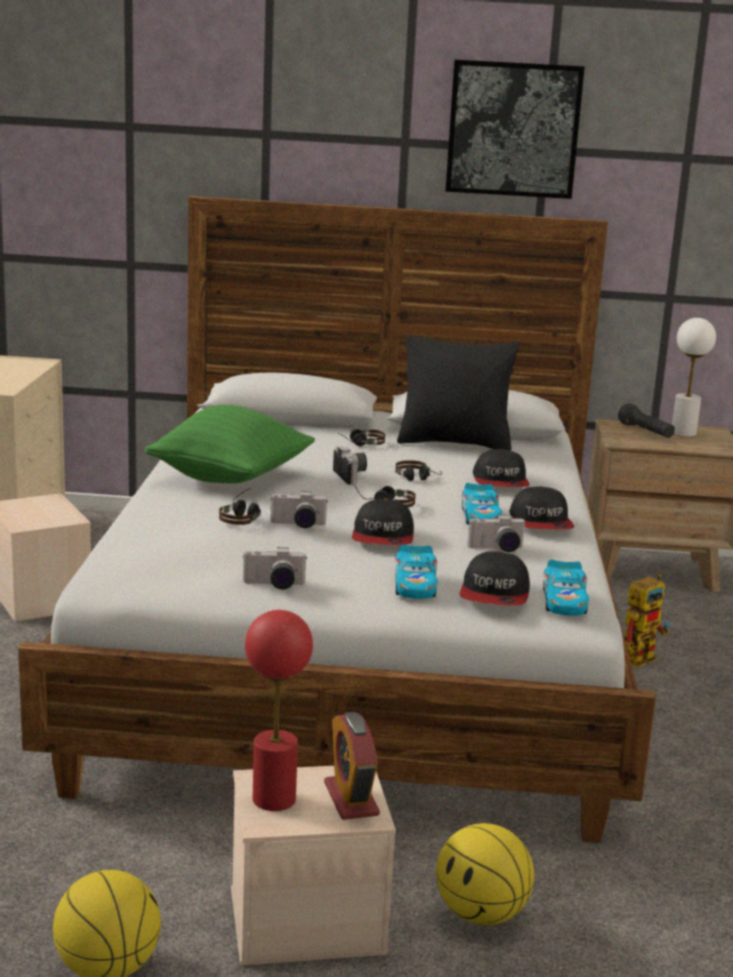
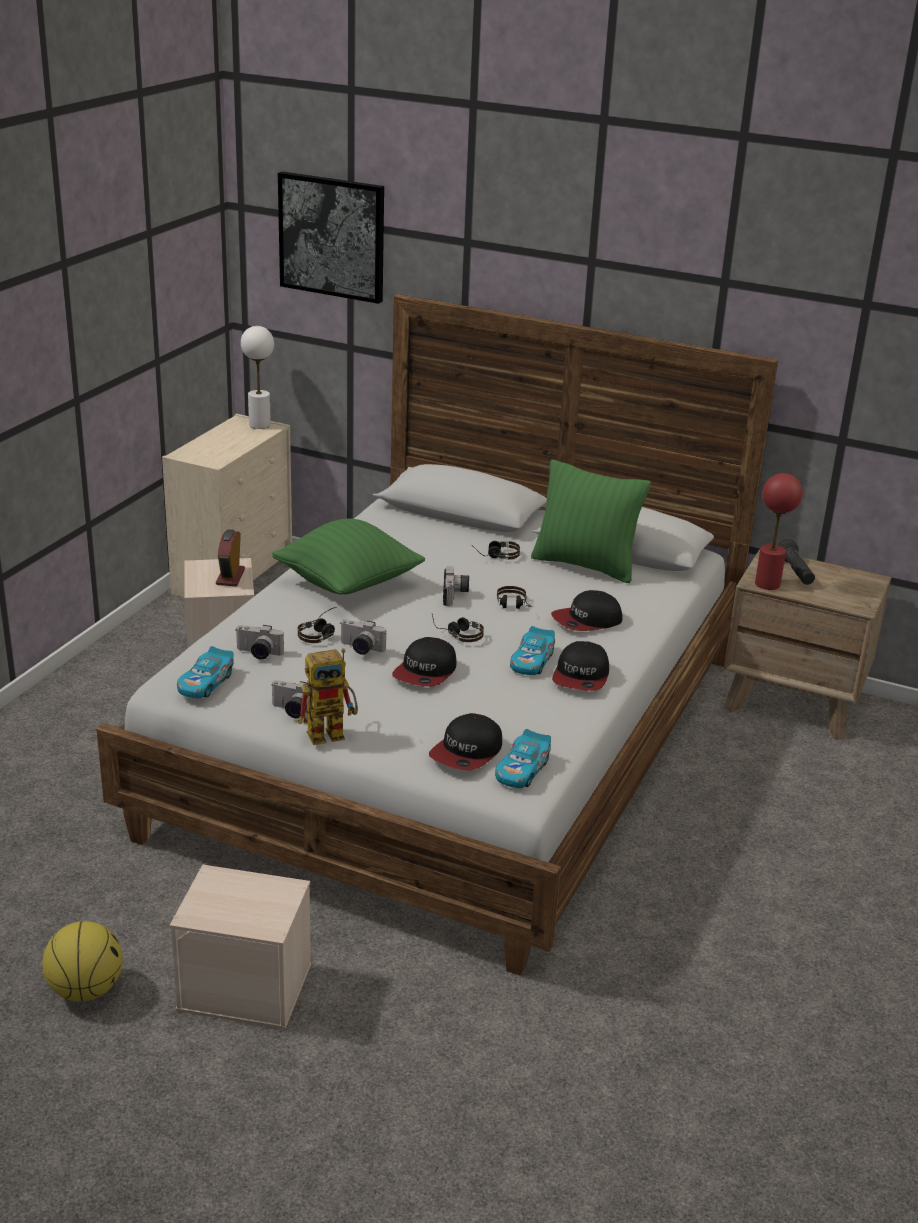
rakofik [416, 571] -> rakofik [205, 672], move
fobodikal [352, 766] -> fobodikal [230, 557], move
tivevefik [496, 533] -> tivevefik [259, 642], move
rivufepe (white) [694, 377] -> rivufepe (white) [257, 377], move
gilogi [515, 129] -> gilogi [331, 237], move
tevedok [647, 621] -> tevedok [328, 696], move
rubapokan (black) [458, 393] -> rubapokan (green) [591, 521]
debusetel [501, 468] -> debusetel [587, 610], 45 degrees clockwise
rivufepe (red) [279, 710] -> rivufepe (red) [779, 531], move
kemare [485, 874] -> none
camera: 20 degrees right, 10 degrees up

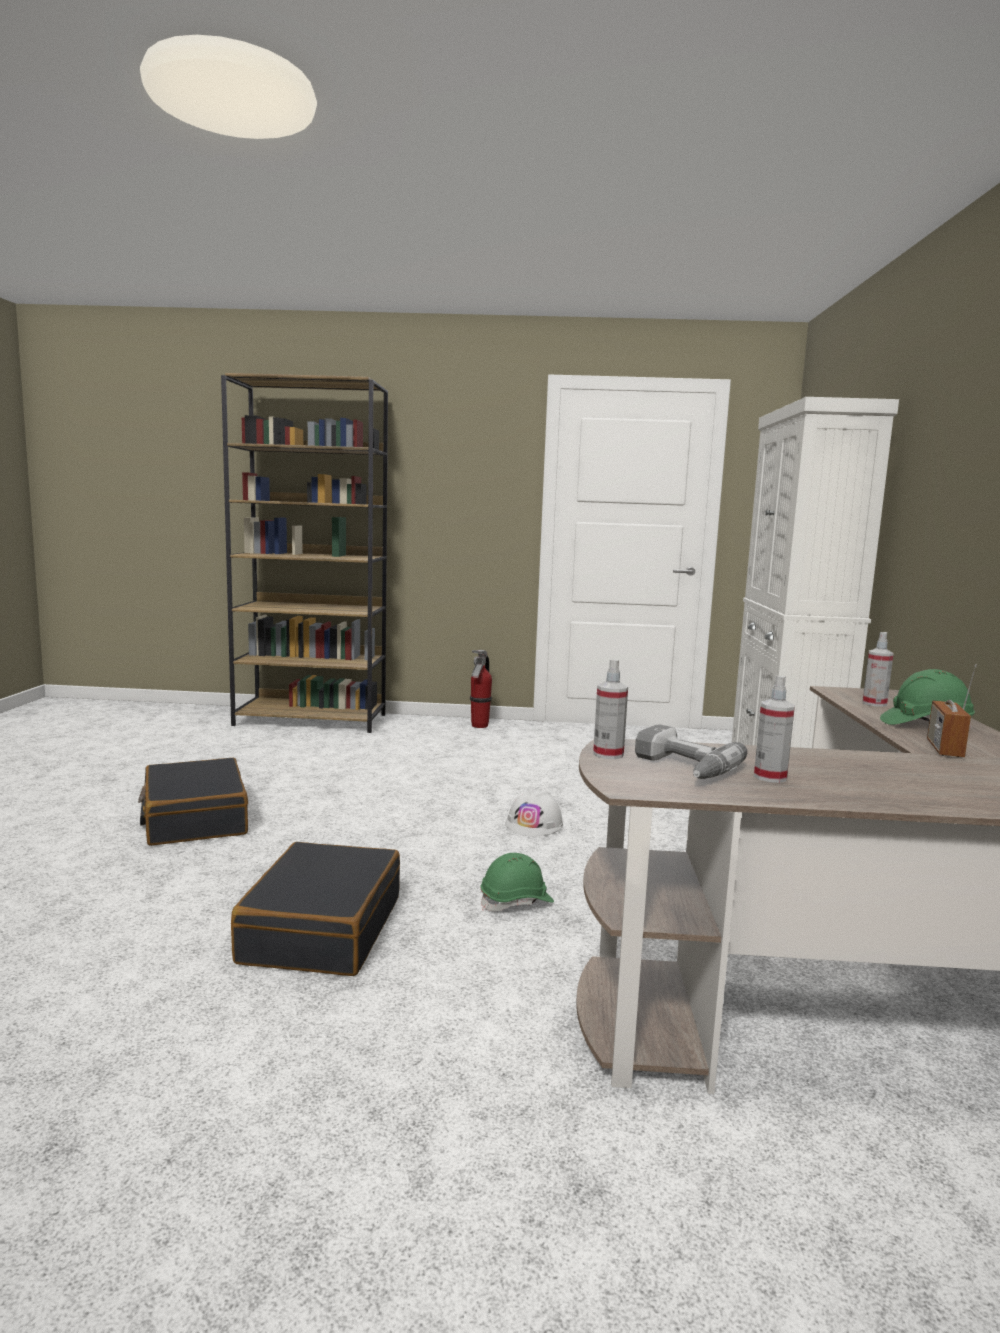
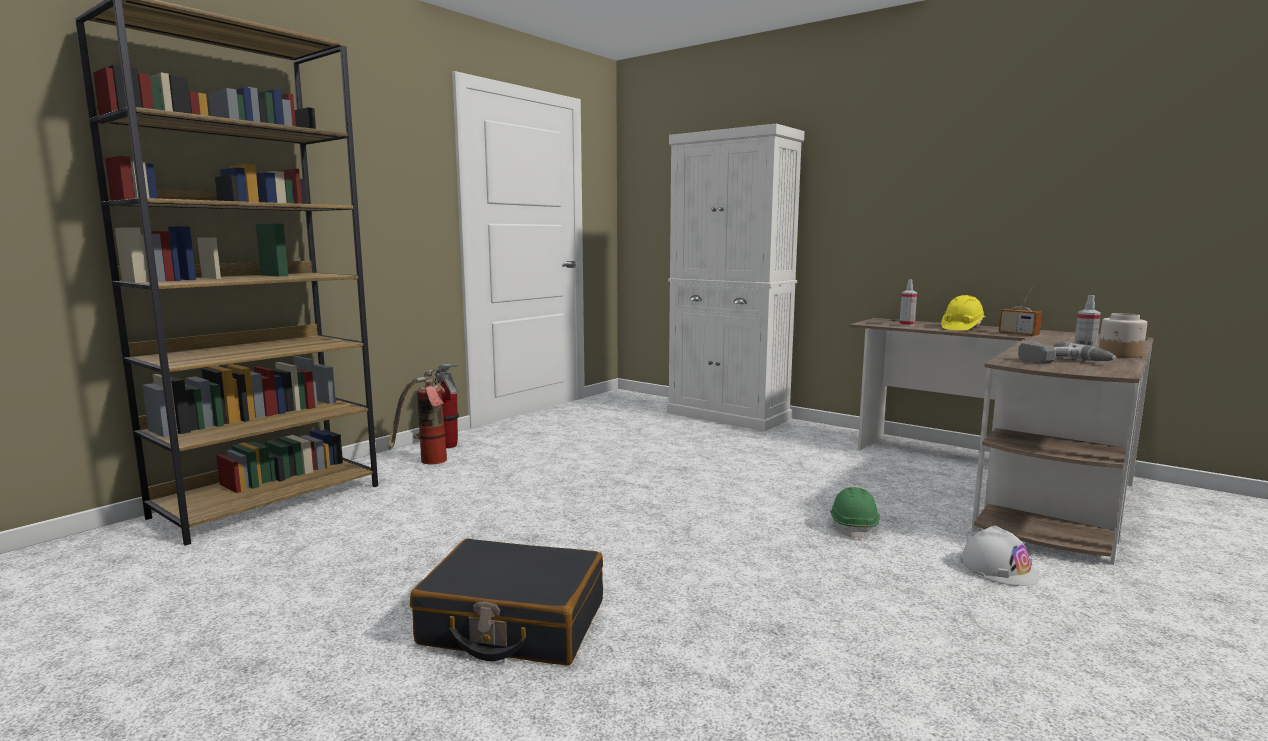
none -> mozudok [417, 416]
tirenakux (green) [927, 698] -> tirenakux (yellow) [963, 313]
tirenakux (white) [534, 812] -> tirenakux (white) [999, 556], move
none -> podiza [1123, 335]
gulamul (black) [315, 909] -> none
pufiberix [610, 709] -> none
camera: 55 degrees left, 0 degrees up

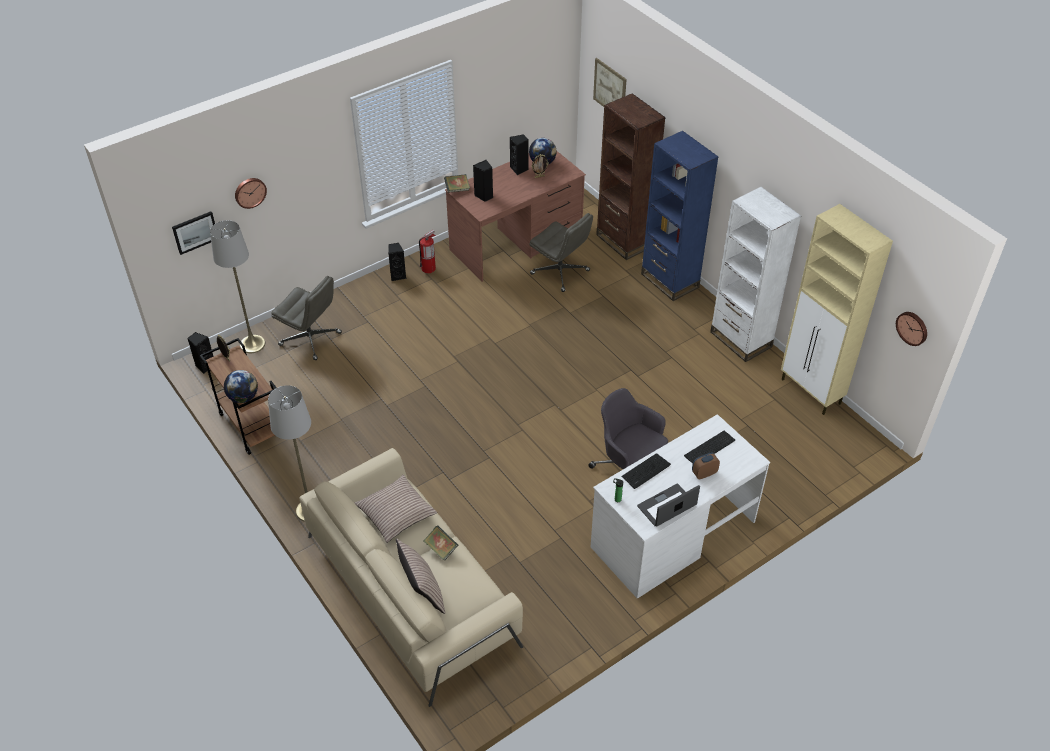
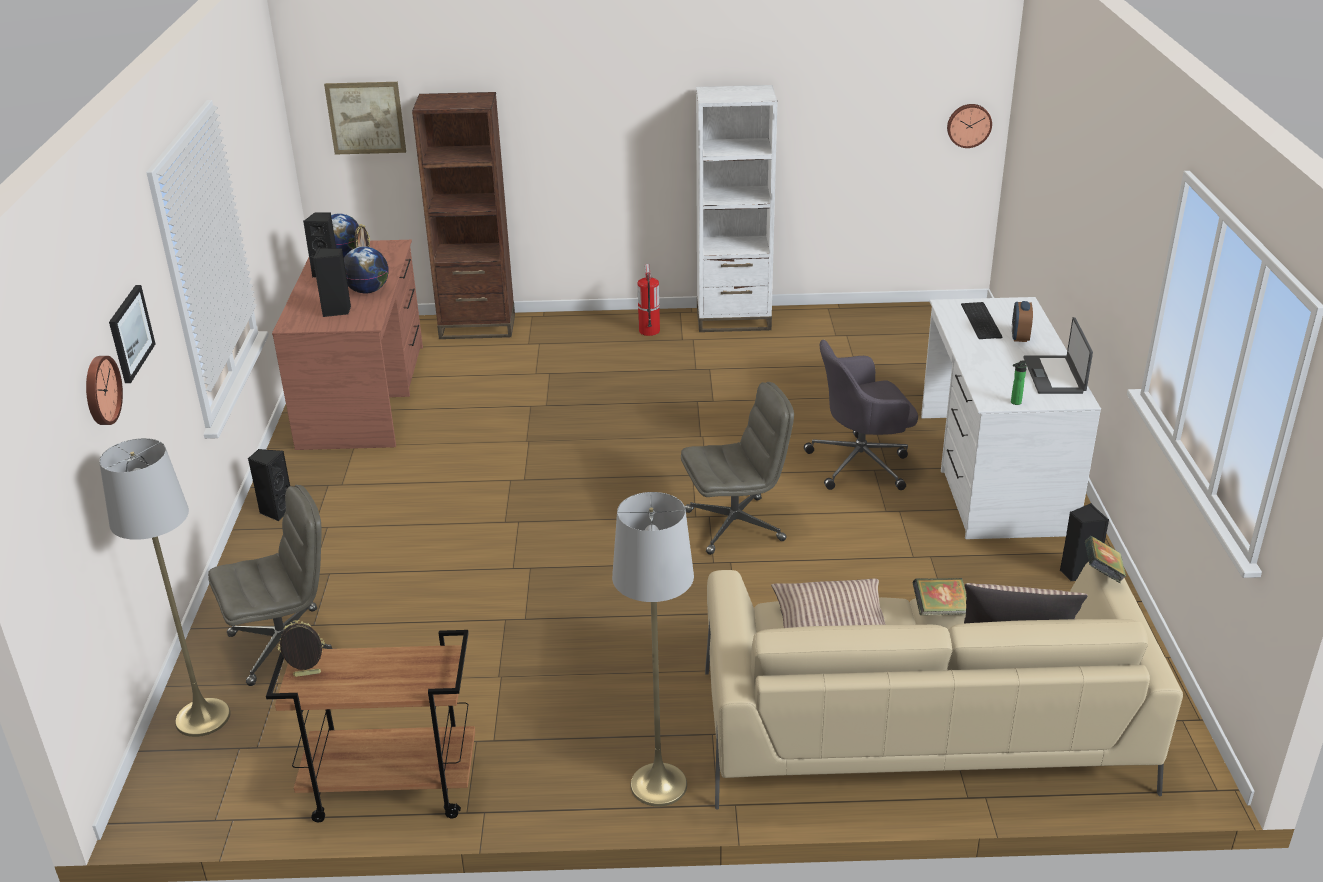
gilogi [193, 233] -> gilogi [132, 334], move
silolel [241, 386] -> silolel [366, 270], move
mozudok [427, 251] -> mozudok [648, 300], move
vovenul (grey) [561, 252] -> vovenul (grey) [737, 468], move
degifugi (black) [200, 353] -> degifugi (black) [1084, 542], move
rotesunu [457, 183] -> rotesunu [1105, 559], move
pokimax [646, 471] -> none
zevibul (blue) [680, 216] -> none
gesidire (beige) [837, 309] -> none
camera: 55 degrees left, 15 degrees down

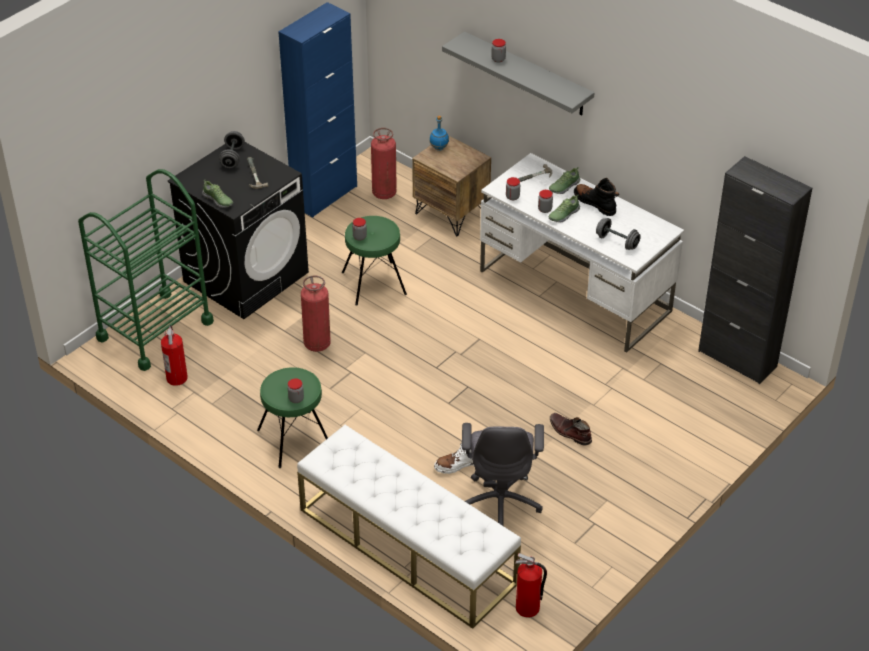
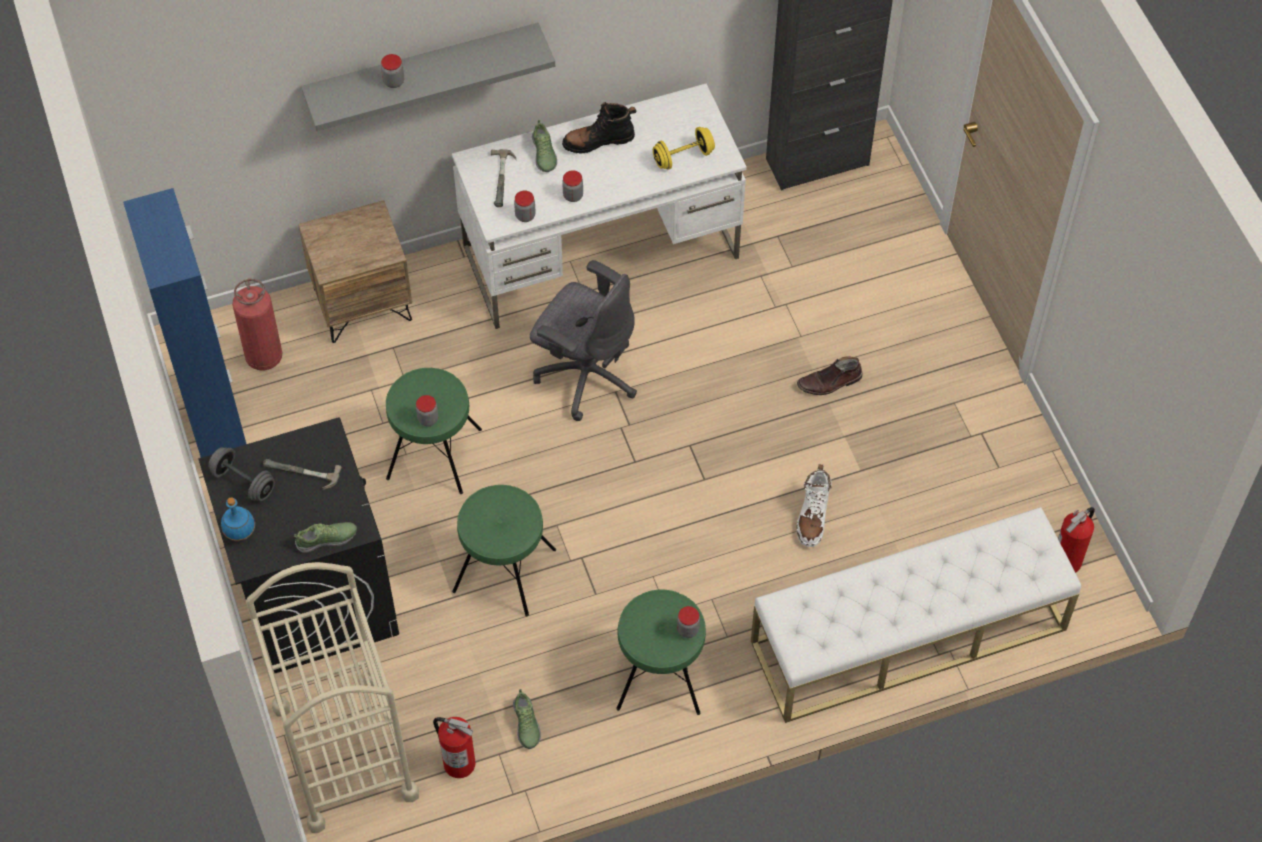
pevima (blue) [439, 133] -> pevima (blue) [238, 519], move
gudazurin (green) [146, 270] -> gudazurin (beige) [332, 697]
mozudok [316, 314] -> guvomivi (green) [504, 550]
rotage [564, 208] -> rotage [527, 719], move
vovenul (grey) [503, 474] -> vovenul (grey) [583, 340], move
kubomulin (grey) [618, 234] -> kubomulin (yellow) [684, 148]
camera: 60 degrees left, 15 degrees up

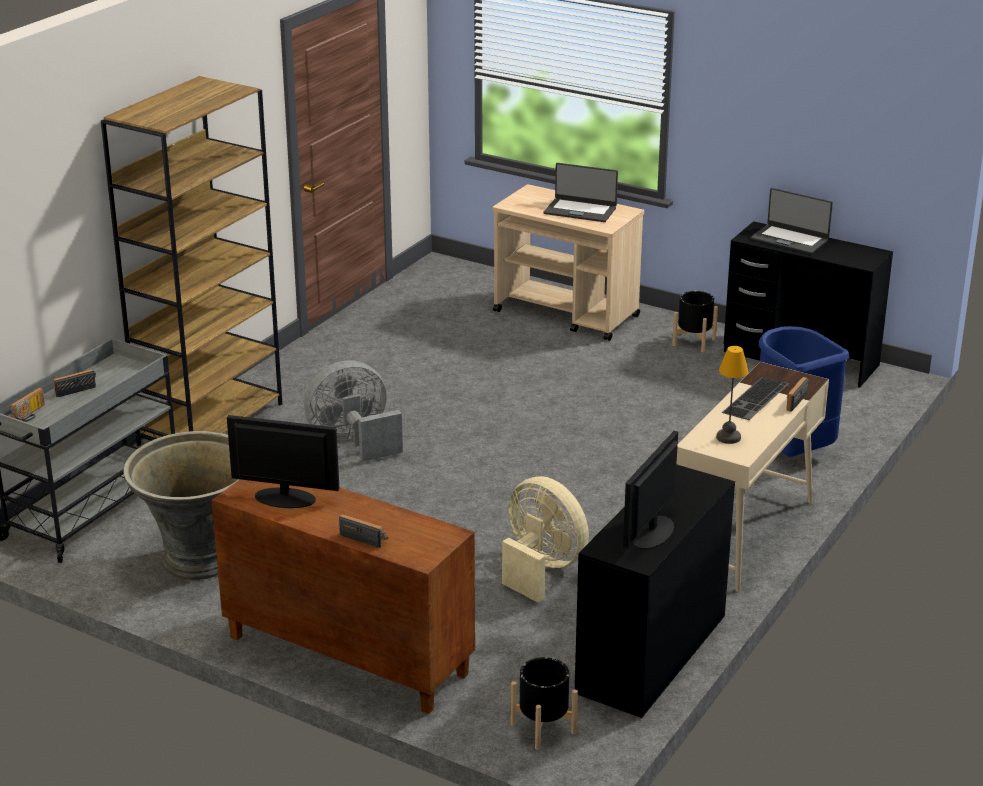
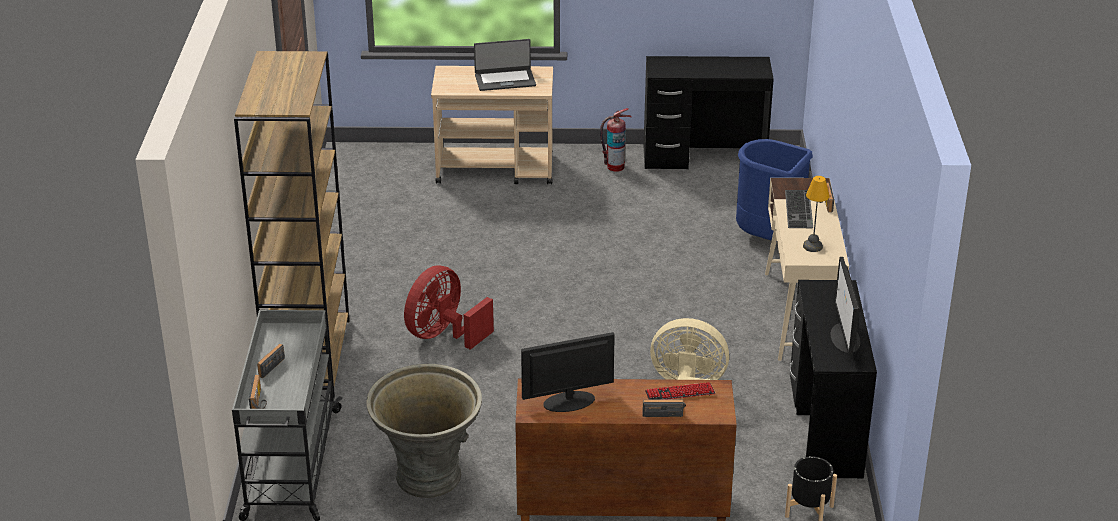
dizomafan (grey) [353, 410] -> dizomafan (red) [449, 307]
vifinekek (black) [695, 321] -> mozudok [616, 140]
none -> pokimax [680, 391]
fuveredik [791, 221] -> none
camera: 30 degrees left, 5 degrees up

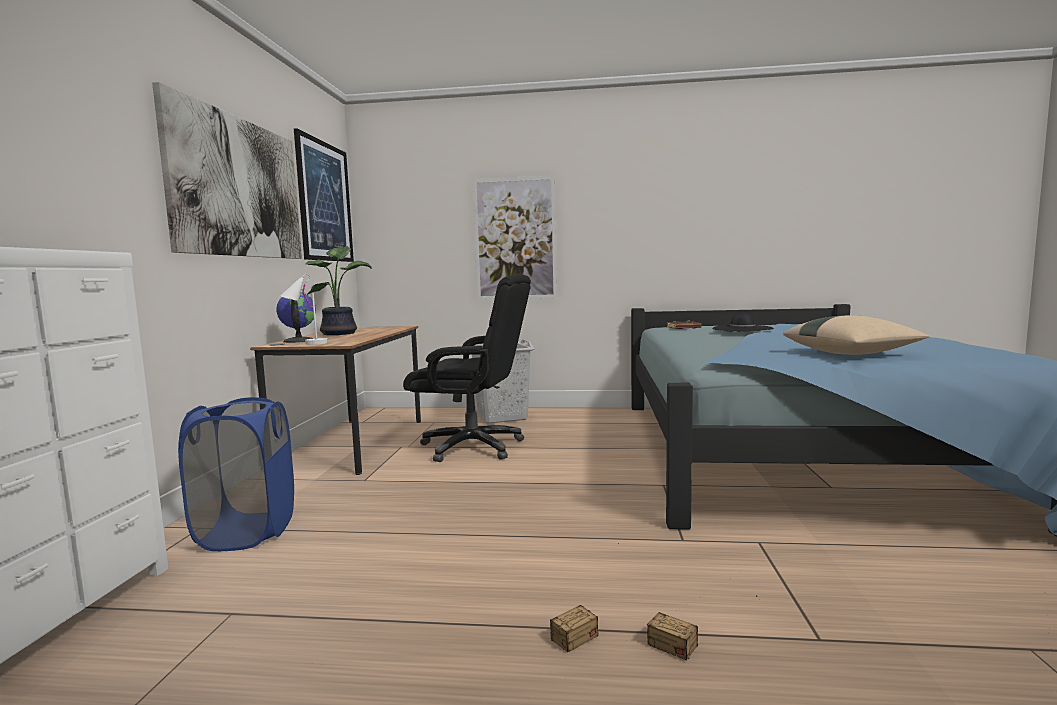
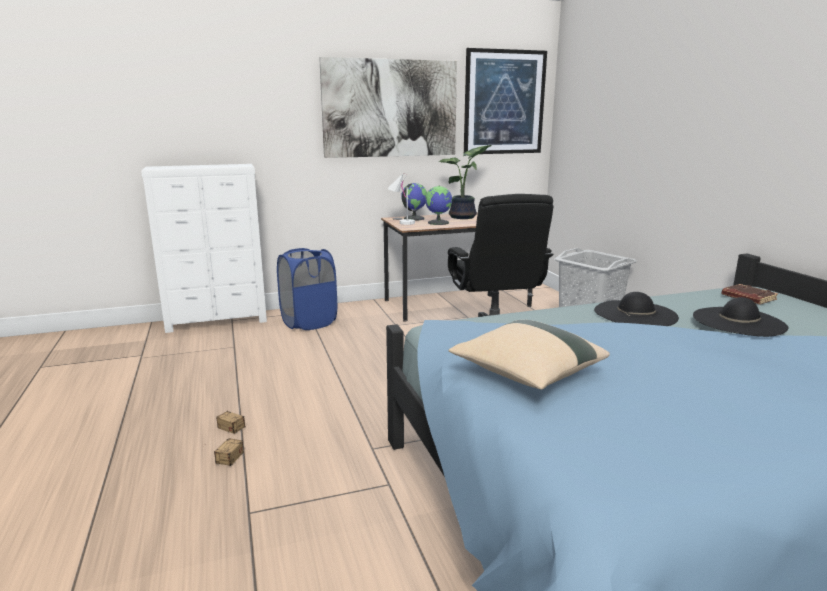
none -> silolel [438, 205]
none -> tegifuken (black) [636, 309]
gilogi [515, 237] -> none
camera: 65 degrees right, 10 degrees up

